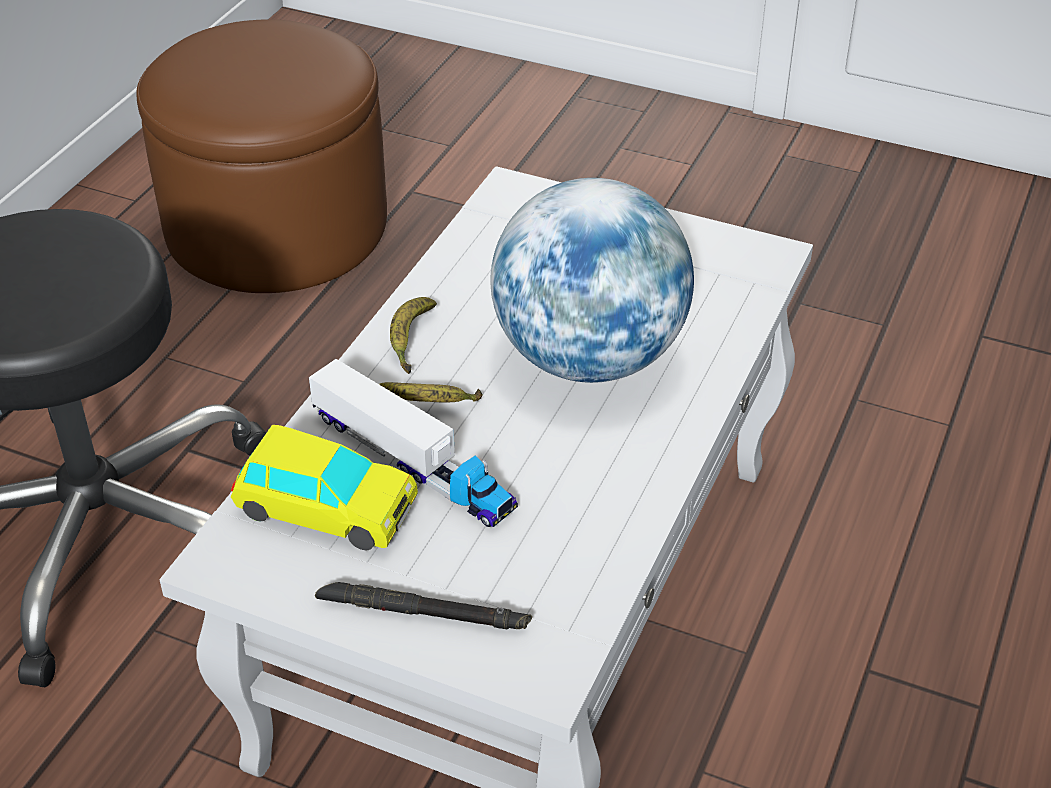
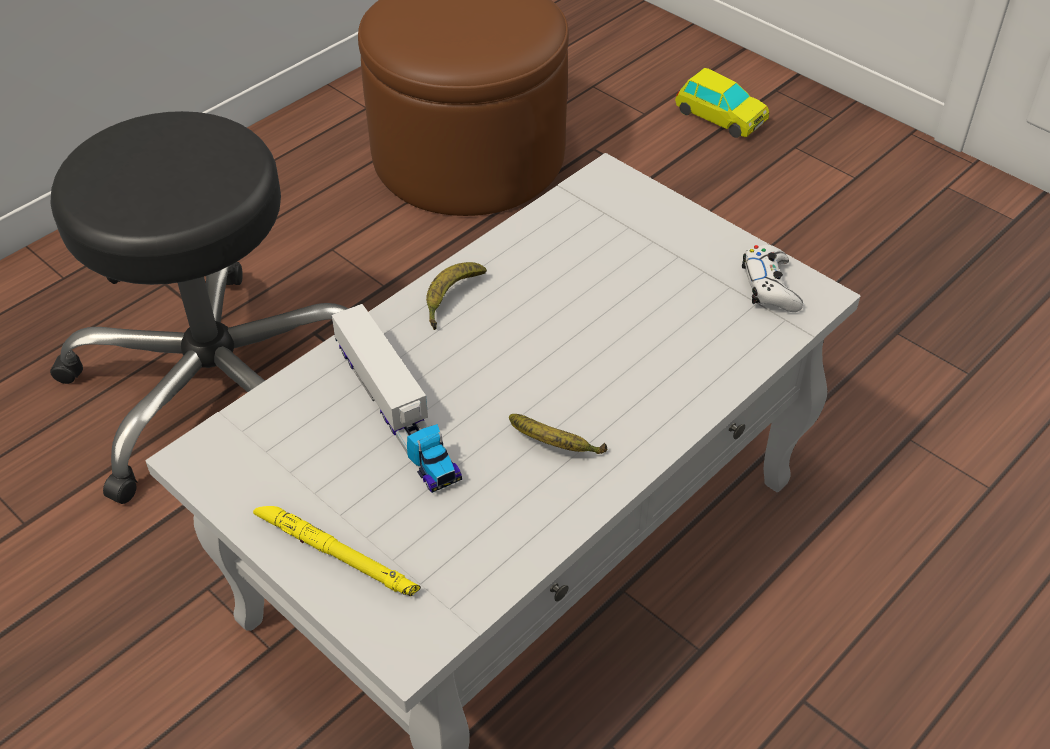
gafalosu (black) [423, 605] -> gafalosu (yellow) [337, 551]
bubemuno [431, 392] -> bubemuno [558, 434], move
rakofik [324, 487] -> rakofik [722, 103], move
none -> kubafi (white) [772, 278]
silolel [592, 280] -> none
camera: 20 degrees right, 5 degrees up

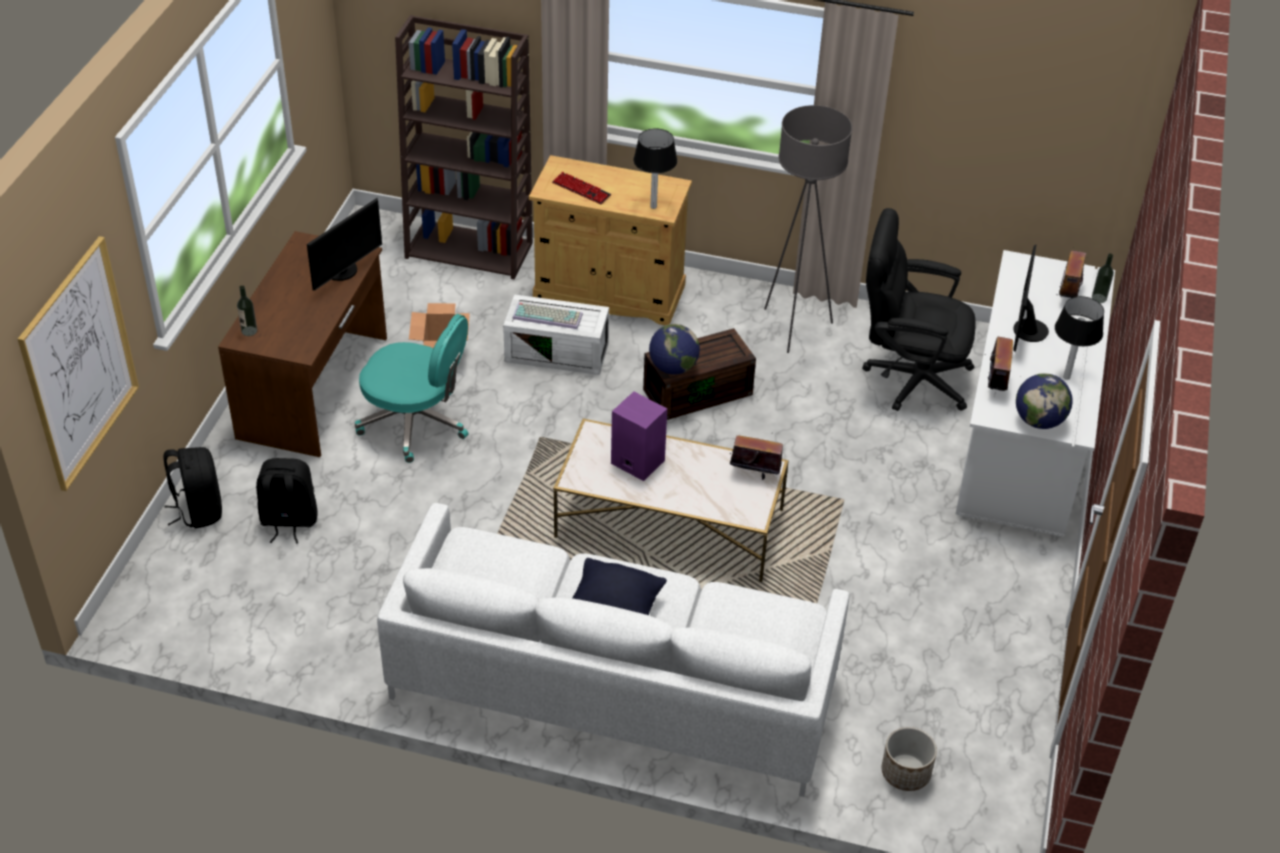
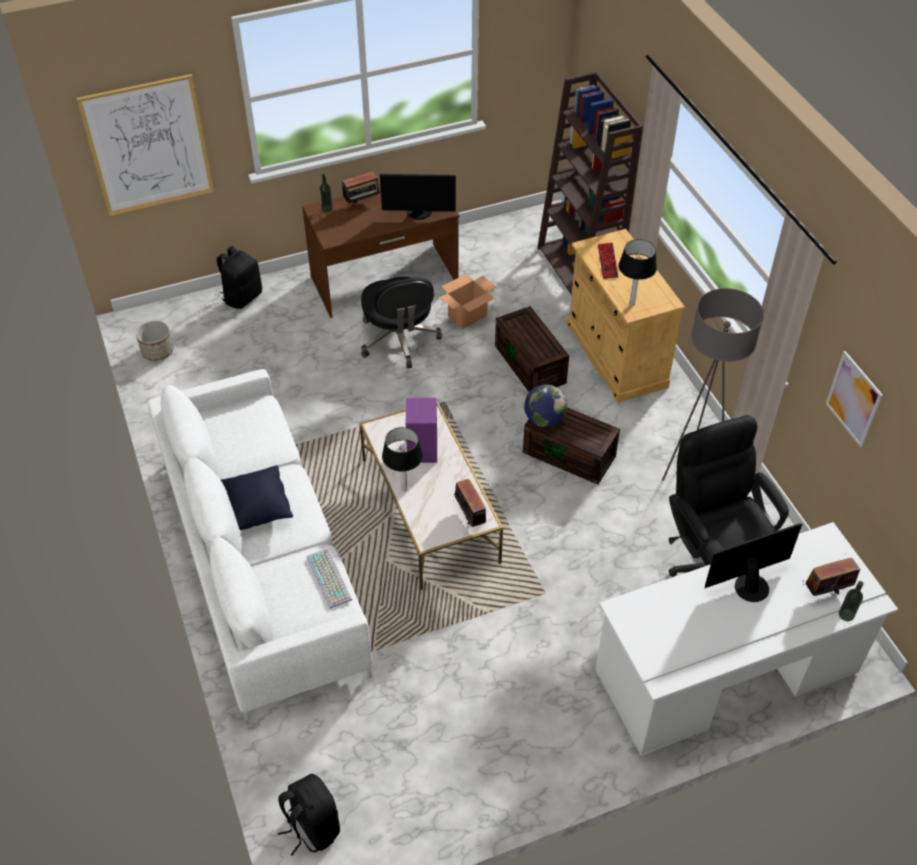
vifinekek [909, 759] -> vifinekek [154, 341], move
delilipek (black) [287, 501] -> delilipek (black) [309, 815], move
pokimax [547, 315] -> pokimax [329, 578], move
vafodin [999, 365] -> vafodin [361, 187], move
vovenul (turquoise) [412, 388] -> vovenul (black) [401, 322]
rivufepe [1079, 338] -> rivufepe [402, 459], move
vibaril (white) [556, 334] -> vibaril (brown) [532, 349]
none -> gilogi [854, 399]
silolel [1044, 401] -> none
camera: 55 degrees right, 5 degrees up

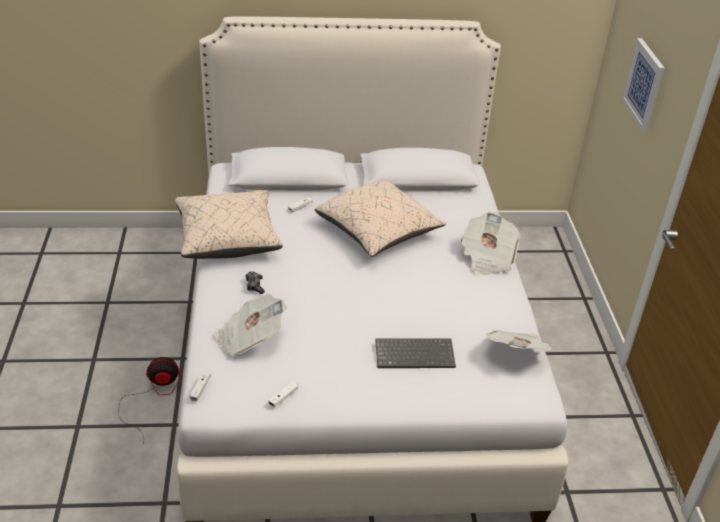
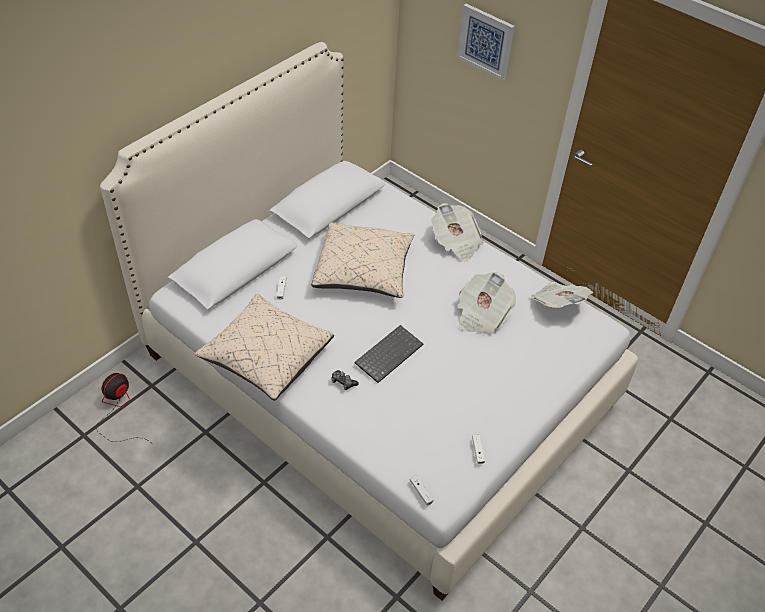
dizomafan [149, 397] -> dizomafan [124, 408], move
pokimax [415, 353] -> pokimax [389, 354], move
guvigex [250, 325] -> guvigex [486, 303], move
camera: 45 degrees left, 10 degrees up

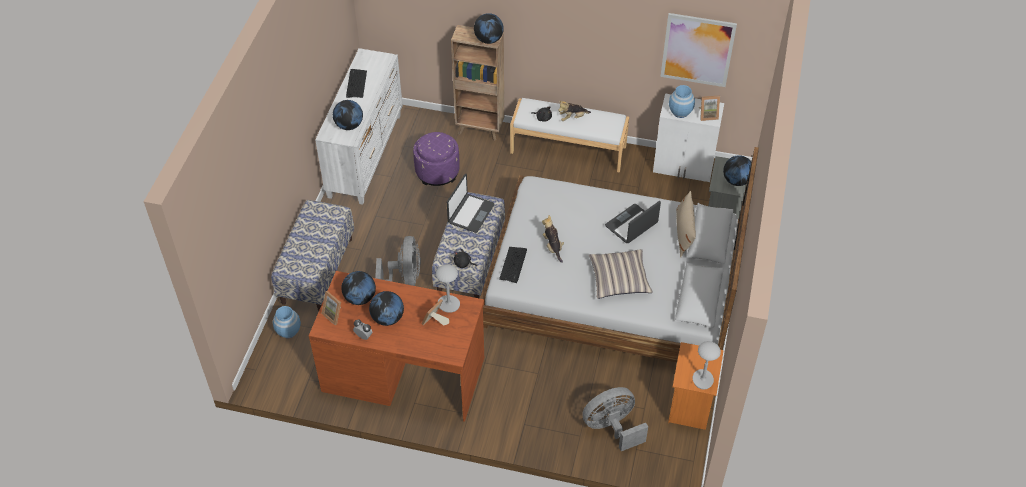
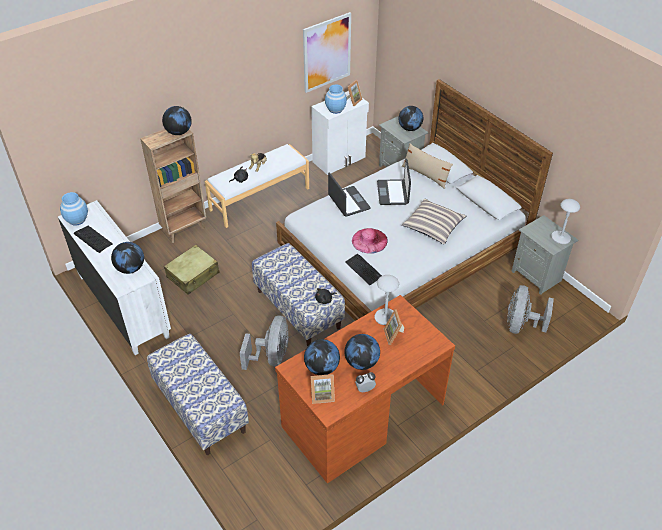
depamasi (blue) [287, 322] -> depamasi (blue) [74, 208], move
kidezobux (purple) [436, 159] -> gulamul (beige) [191, 270]
dizomafan (grey) [398, 261] -> dizomafan (grey) [264, 342], 60 degrees clockwise
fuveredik [471, 203] -> fuveredik [349, 194], move
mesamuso [553, 239] -> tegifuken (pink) [370, 241]
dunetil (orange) [696, 386] -> dunetil (grey) [544, 255]
camera: 50 degrees left, 5 degrees down

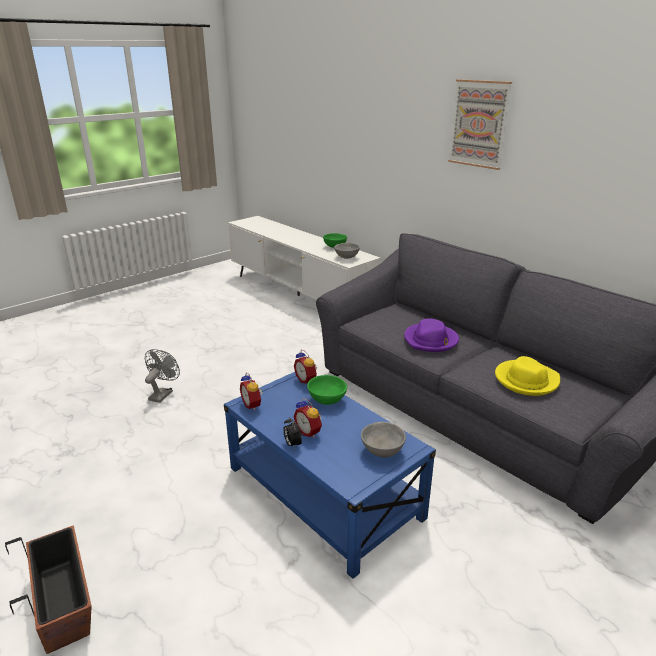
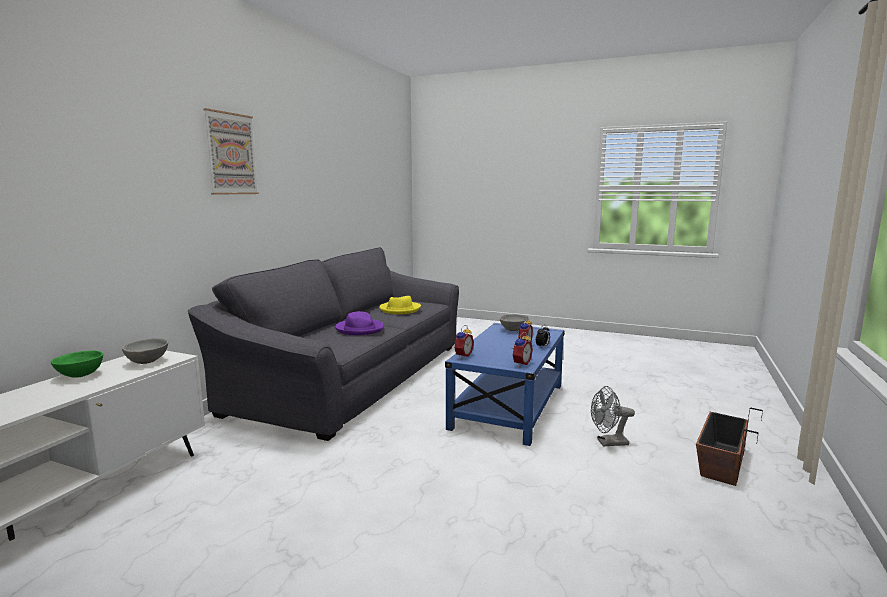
dizomafan (grey) [162, 376] -> dizomafan (grey) [613, 416], move
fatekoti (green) [327, 390] -> none
camera: 115 degrees left, 15 degrees down

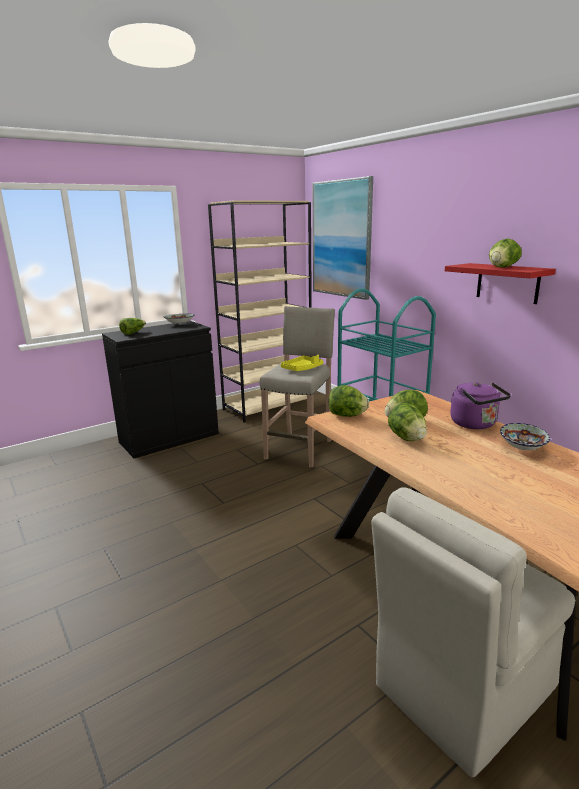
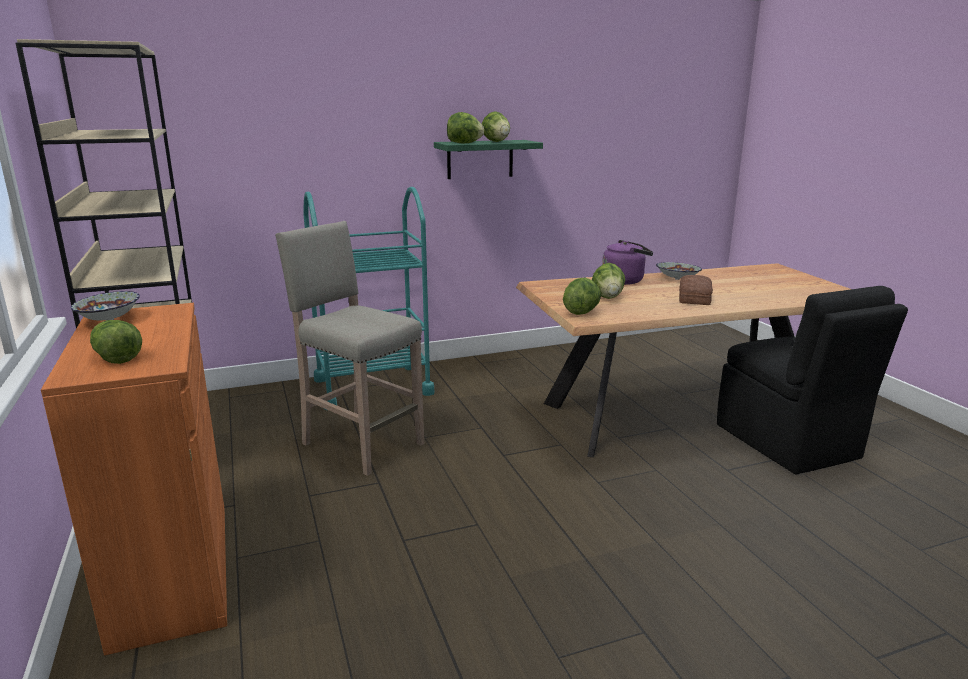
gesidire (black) [160, 389] -> gesidire (orange) [134, 479]
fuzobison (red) [500, 283] -> fuzobison (green) [488, 159]
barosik [407, 422] -> barosik [465, 127], move
none -> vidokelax [696, 290]
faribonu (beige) [473, 632] -> faribonu (black) [812, 380]
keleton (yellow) [302, 363] -> none
gilogi [343, 238] -> none
camera: 75 degrees left, 0 degrees up

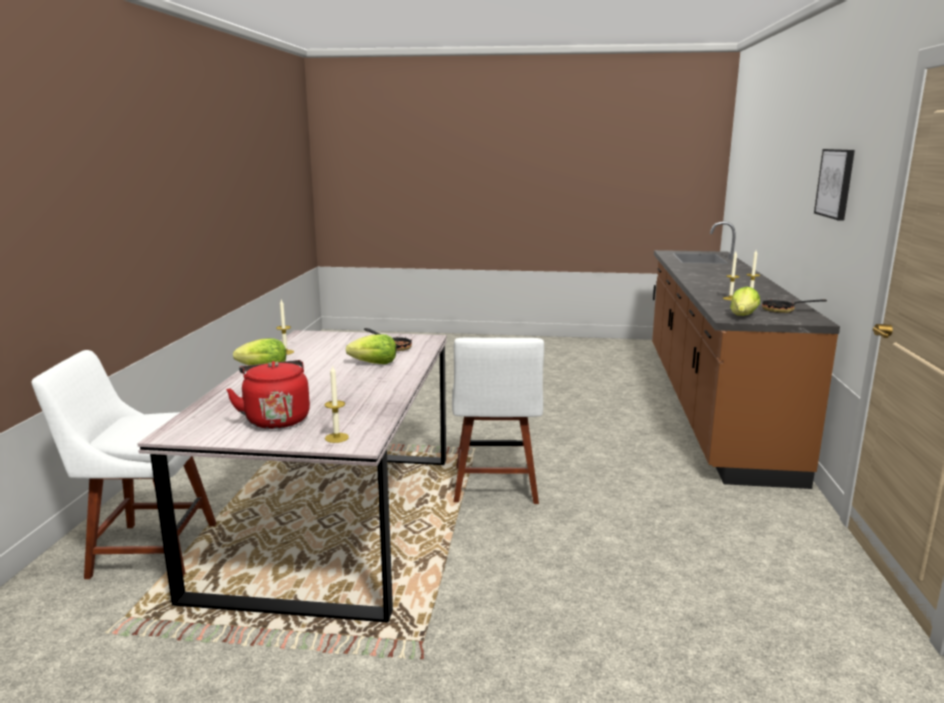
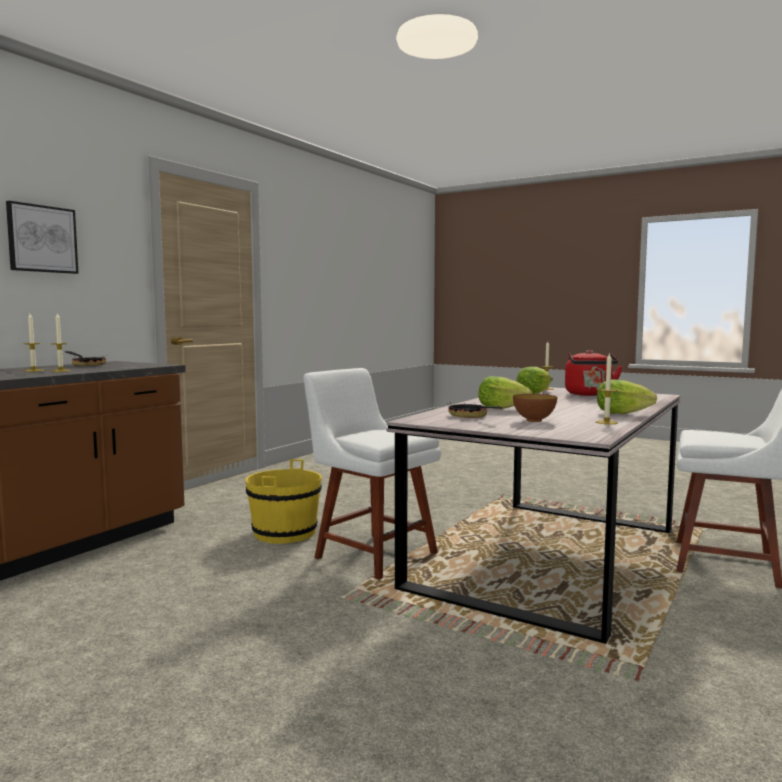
none -> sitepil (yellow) [283, 501]
faribonu (white) [498, 421] -> faribonu (white) [372, 474], 75 degrees counterclockwise
none -> fatekoti [535, 408]
barosik [745, 301] -> barosik [534, 380], move
camera: 155 degrees left, 10 degrees down

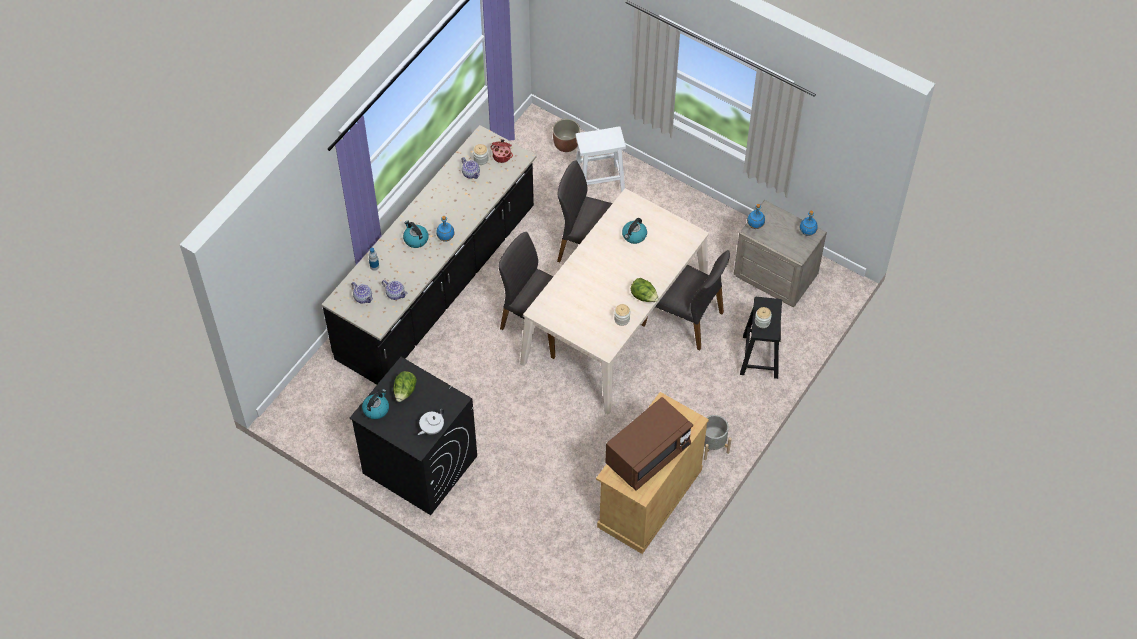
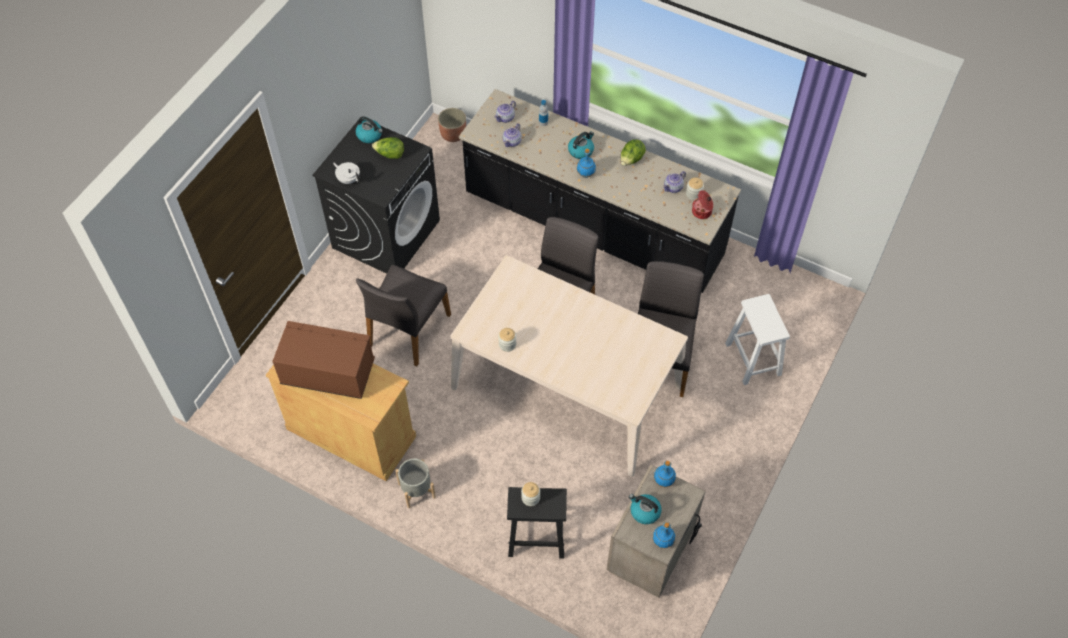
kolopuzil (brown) [649, 444] -> kolopuzil (brown) [324, 360], 150 degrees clockwise
faribonu (grey) [686, 300] -> faribonu (grey) [403, 315], move
vifinekek [566, 135] -> vifinekek [452, 125], move
barosik [645, 290] -> barosik [633, 152], move
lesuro [634, 231] -> lesuro [645, 509], move
camera: 85 degrees right, 0 degrees up

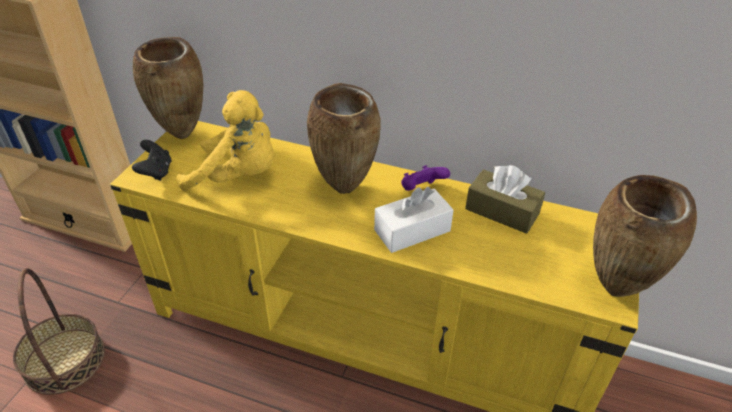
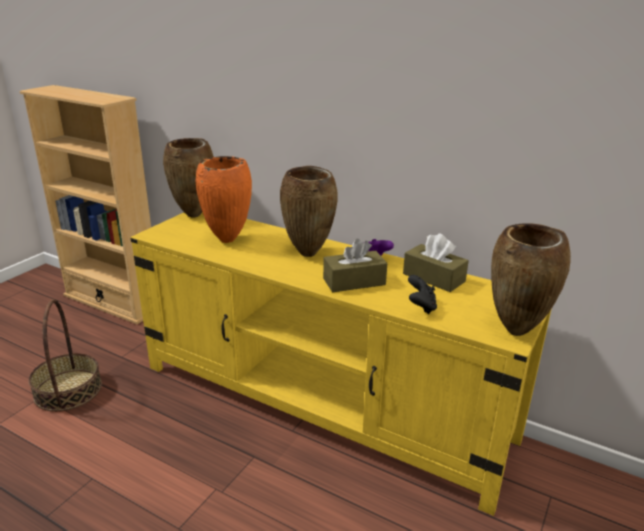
mesamuso (yellow) [225, 141] -> depamasi (orange) [223, 199]
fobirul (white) [414, 220] -> fobirul (brown) [355, 265]
kubafi (black) [151, 160] -> kubafi (black) [422, 294], move
camera: 10 degrees right, 15 degrees down

